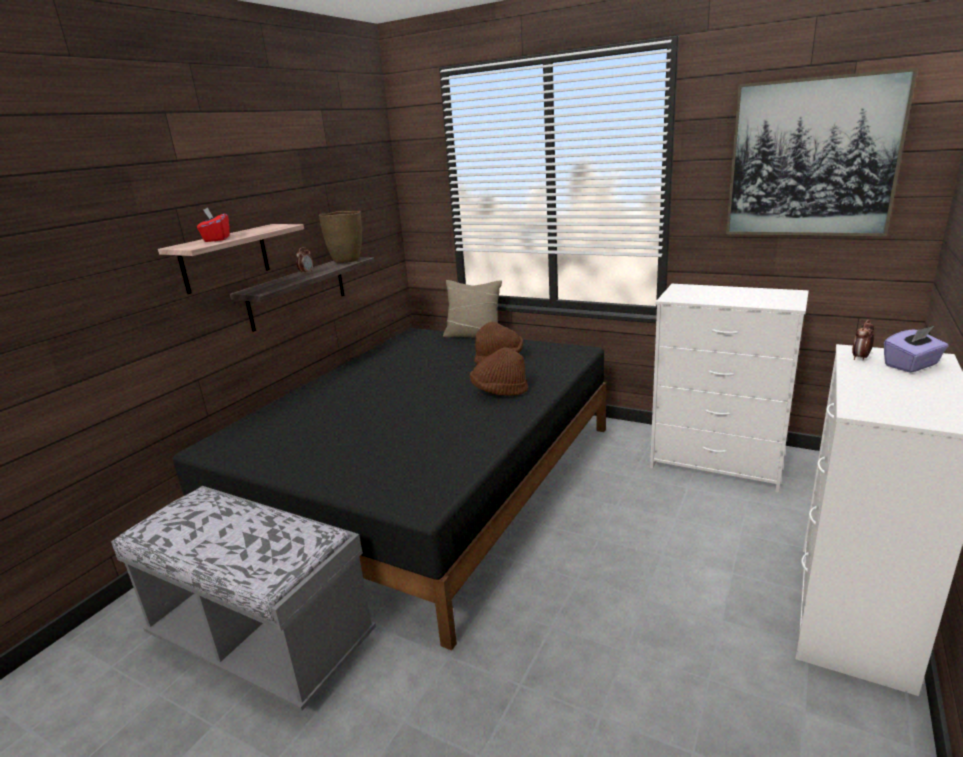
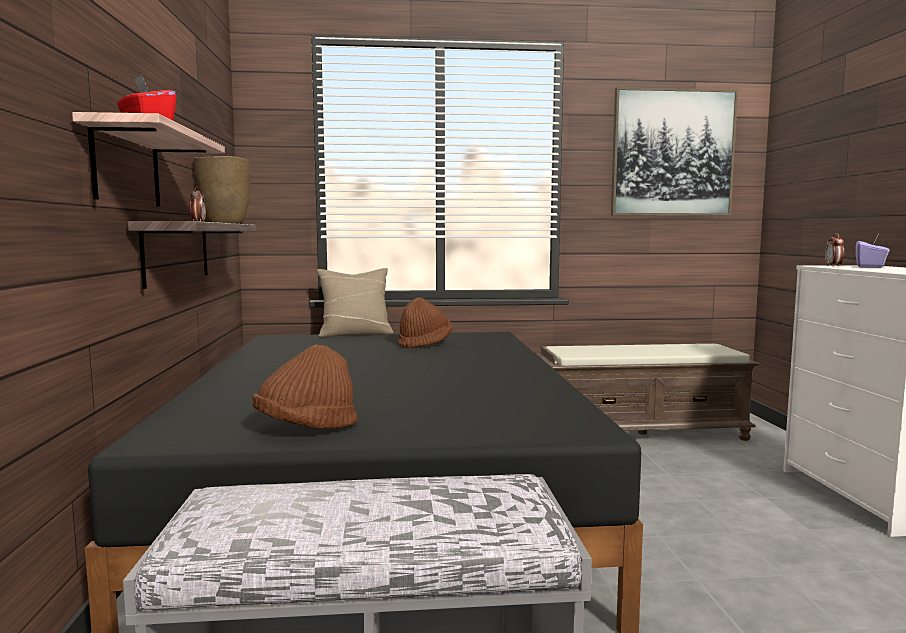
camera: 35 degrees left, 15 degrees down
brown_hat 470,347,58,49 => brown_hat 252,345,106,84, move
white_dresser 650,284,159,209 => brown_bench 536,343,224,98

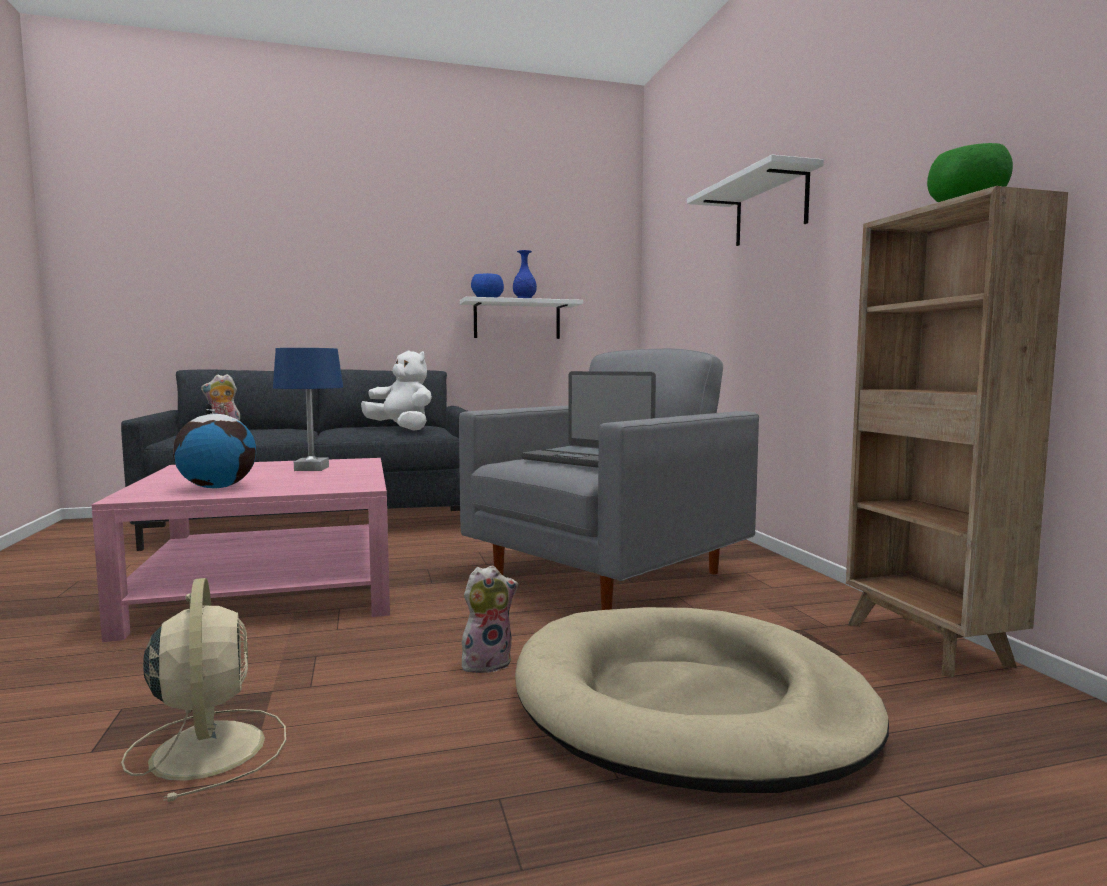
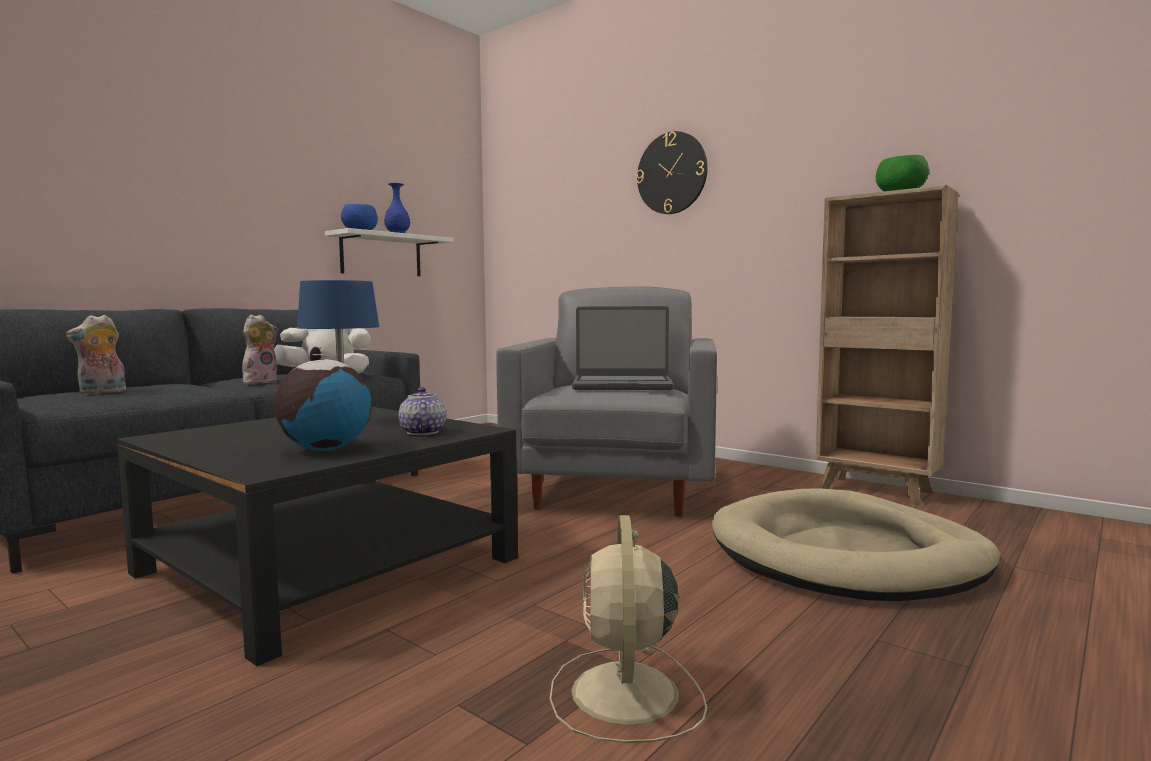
camera: 35 degrees left, 0 degrees up
nothing => teapot 398,387,49,48
plush_toy 462,565,56,108 => plush_toy 242,314,36,70, move
white_shelf 687,155,137,91 => wall_clock 636,131,72,83
pink_coffee_table 92,458,298,184 => black_coffee_table 117,407,401,259
beige_fan 121,578,165,224 => beige_fan 549,515,158,228, 120 degrees counterclockwise

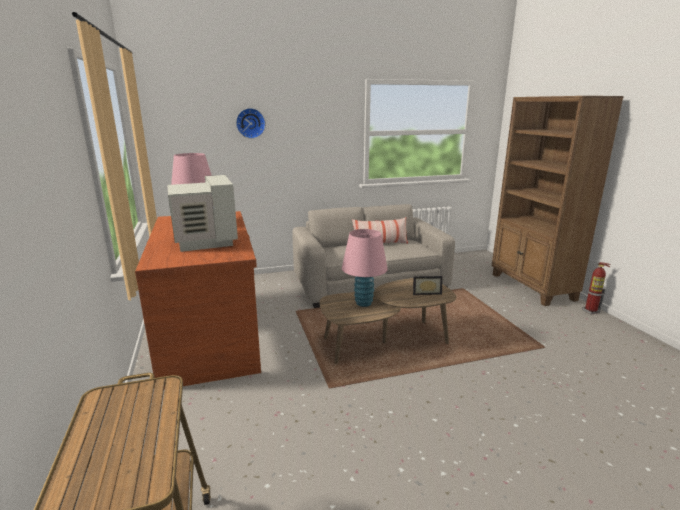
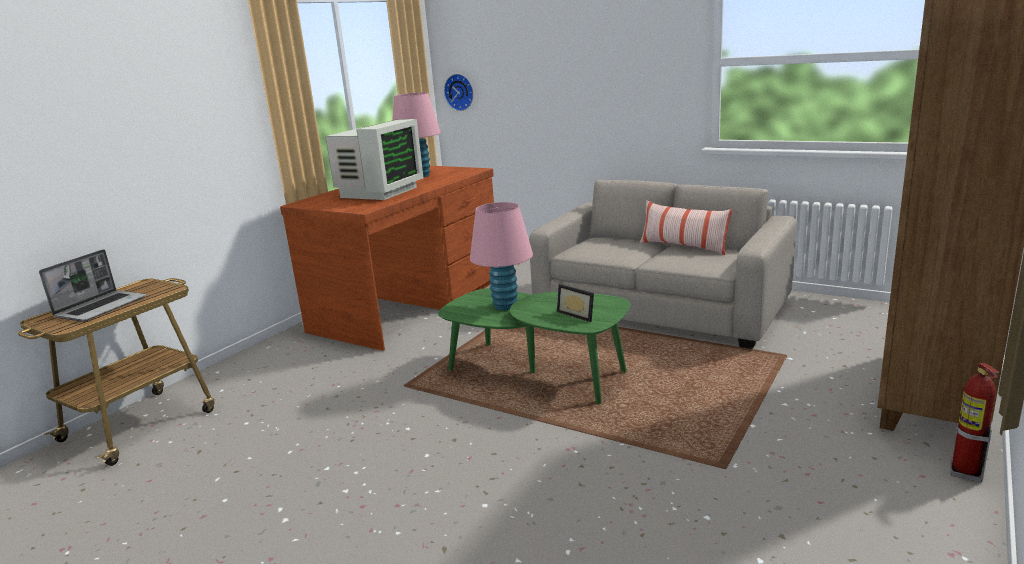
camera: 50 degrees right, 0 degrees up
nothing => laptop 39,249,107,73
wall_clock 236,108,30,31 => wall_clock 444,74,30,37, move
brown_coffee_table 320,278,137,86 => green_coffee_table 438,288,193,116

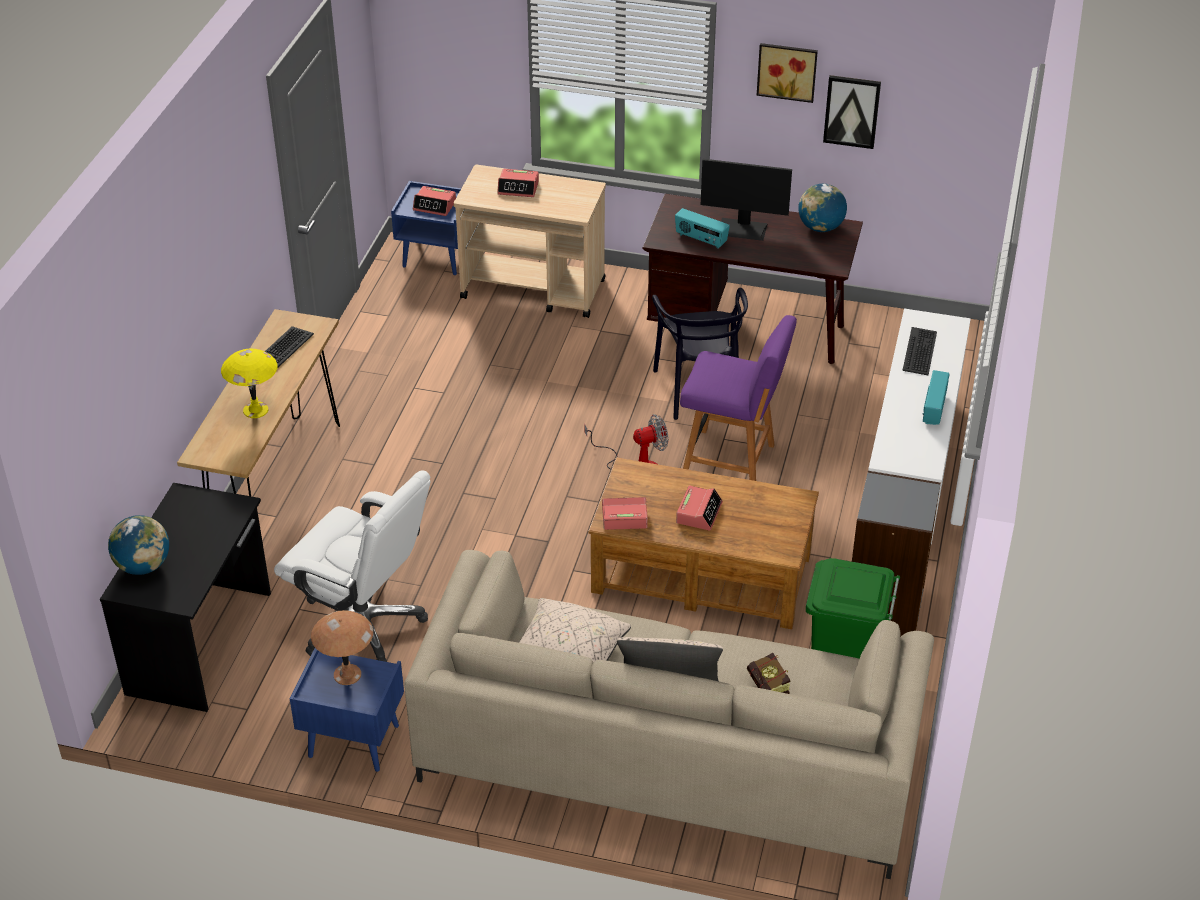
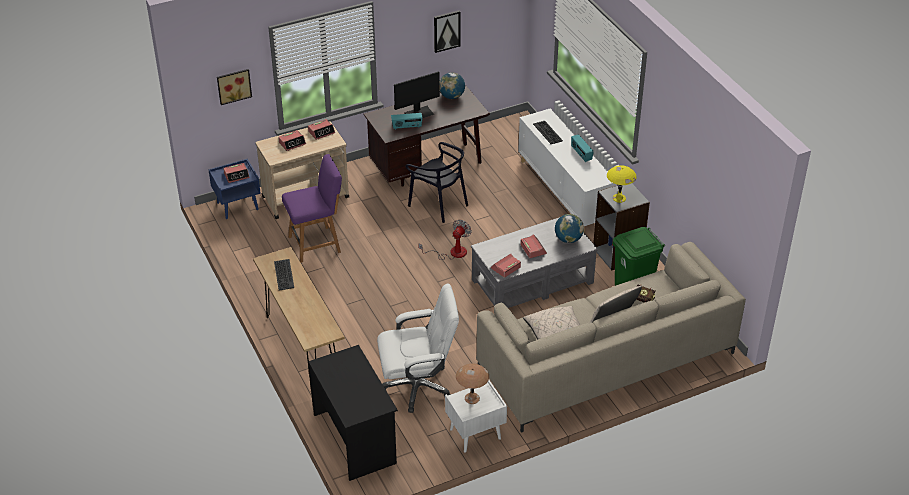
camera: 40 degrees left, 0 degrees up
nothing => alarm_clock 308,119,27,21
globe 108,515,61,60 => globe 555,214,29,29, move
yellow_table_lamp 221,349,57,69 => yellow_table_lamp 607,165,30,38, move
purple_chair 680,315,117,166 => purple_chair 282,154,60,109, move
picture 757,43,61,60 => picture 217,69,35,36, move
blue_nightstand 290,648,114,124 => white_nightstand 445,380,62,73
brown_coffee_table 588,457,231,172 => grey_coffee_table 471,217,127,91

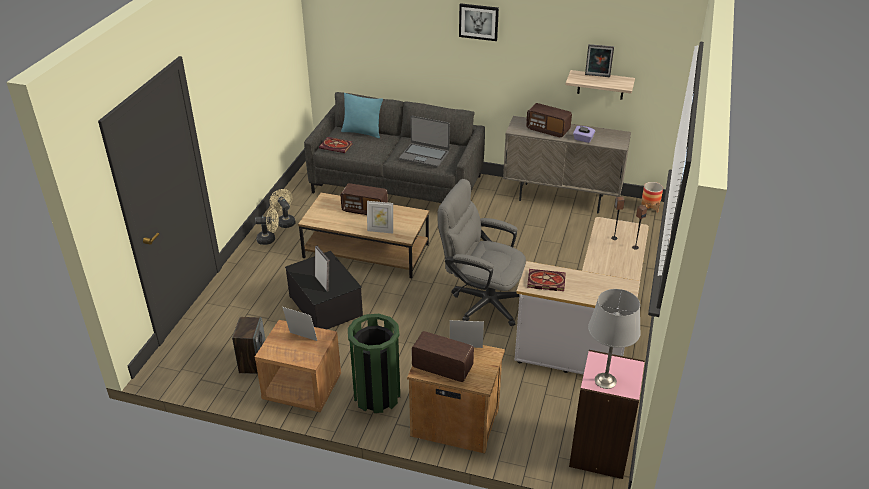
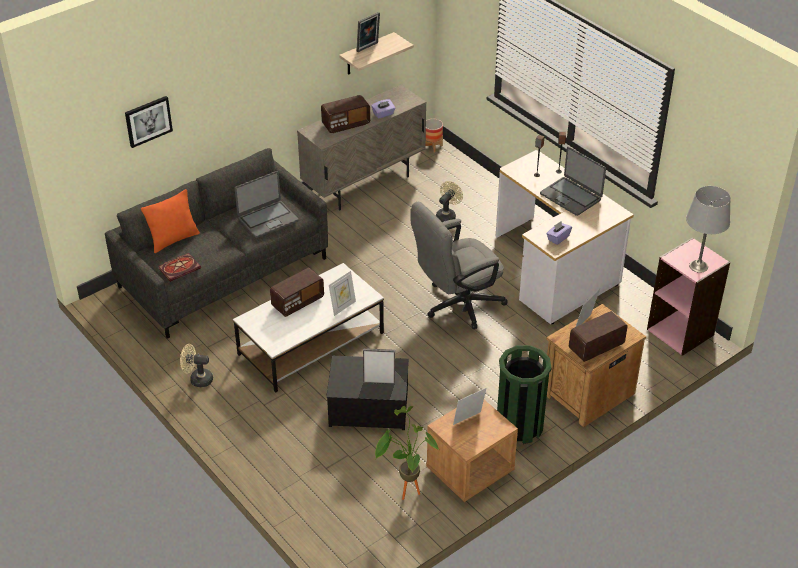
camera: 55 degrees left, 5 degrees up
nothing => laptop 540,146,66,70
beige_fan 255,208,24,37 => beige_fan 436,181,27,41, move
picture 459,3,40,38 => picture 125,96,48,52, move
speaker 232,317,33,57 => potted_plant 375,406,64,94
book 527,269,39,22 => purple_tissue_box 546,221,26,24
brown_coffee_table 298,193,131,85 => white_coffee_table 233,263,151,130
turquoise_pillow 341,93,42,45 => orange_pillow 141,189,59,64

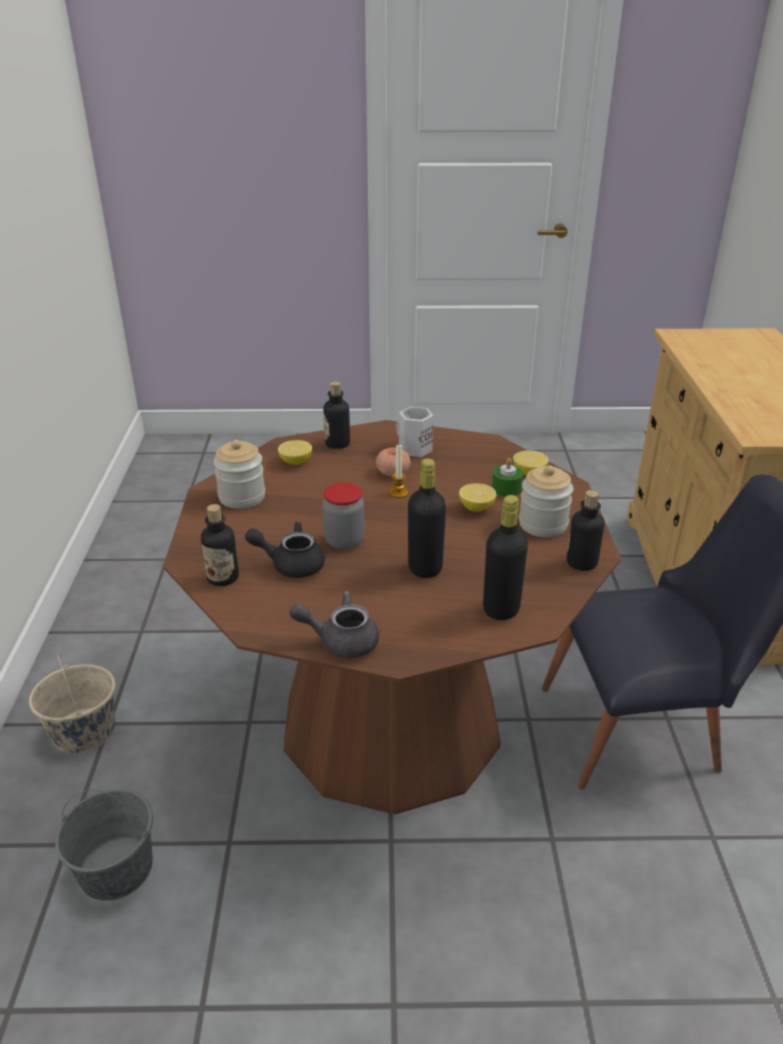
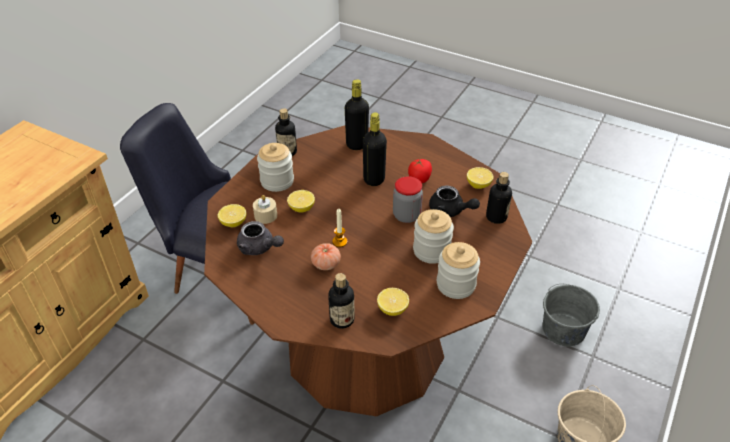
camera: 150 degrees left, 10 degrees up
white_mug 396,407,37,50 => nothing
nothing => tomato 408,159,24,24
nothing => jar 413,209,41,55
nothing => lemon 467,167,27,22
grey_teapot 290,591,89,67 => grey_teapot 237,221,47,34, move
green_candle 492,458,31,39 => beige_candle 253,195,24,29

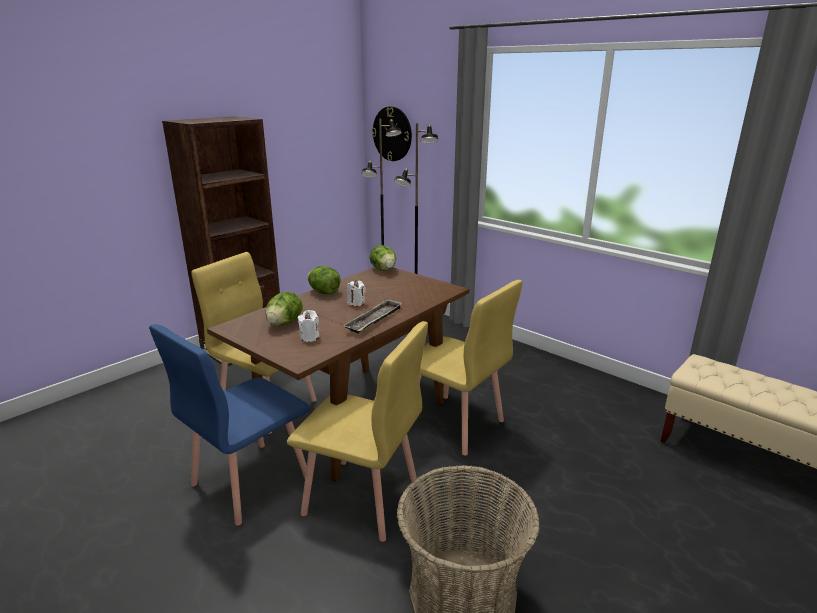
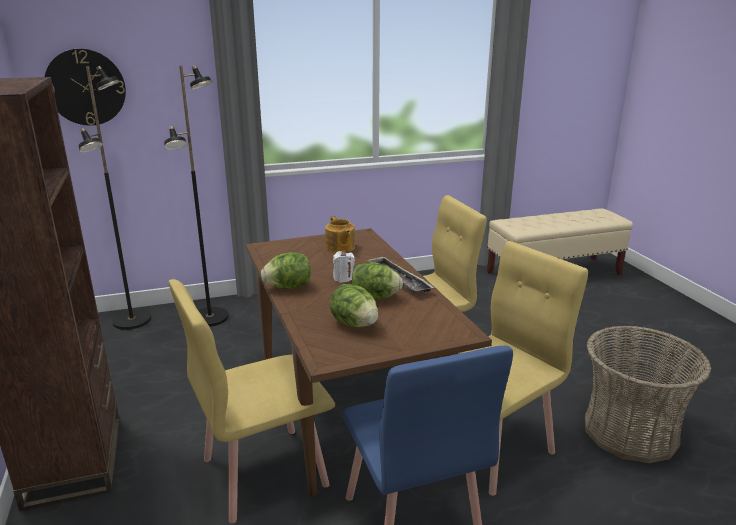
camera: 60 degrees left, 0 degrees up
white_candle 298,310,22,32 => nothing
nothing => teapot 325,216,30,37
lettuce 370,245,26,26 => lettuce 352,262,51,38, move

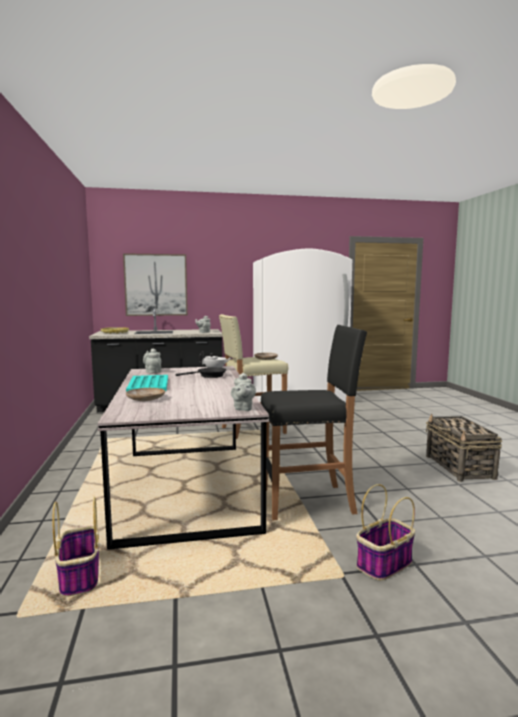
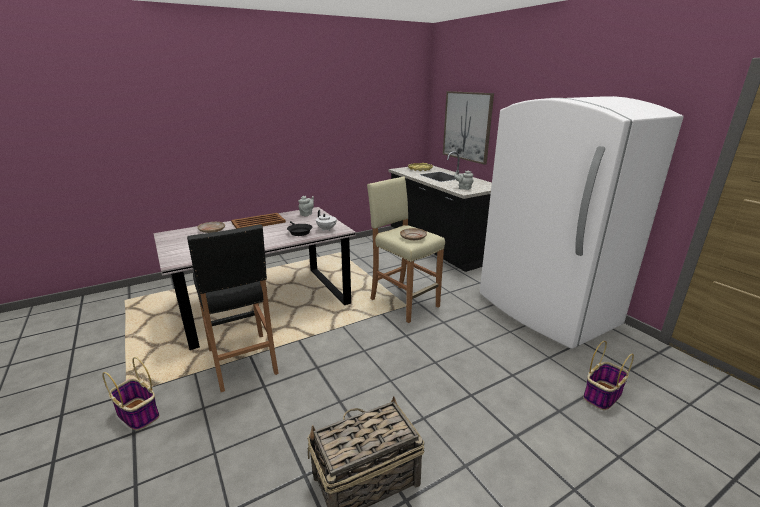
camera: 70 degrees right, 15 degrees up
grey_teapot 231,373,25,38 => nothing
basket 52,496,47,101 => basket 583,341,51,69, move
turquoise_tray 126,375,42,17 => brown_tray 231,213,55,16

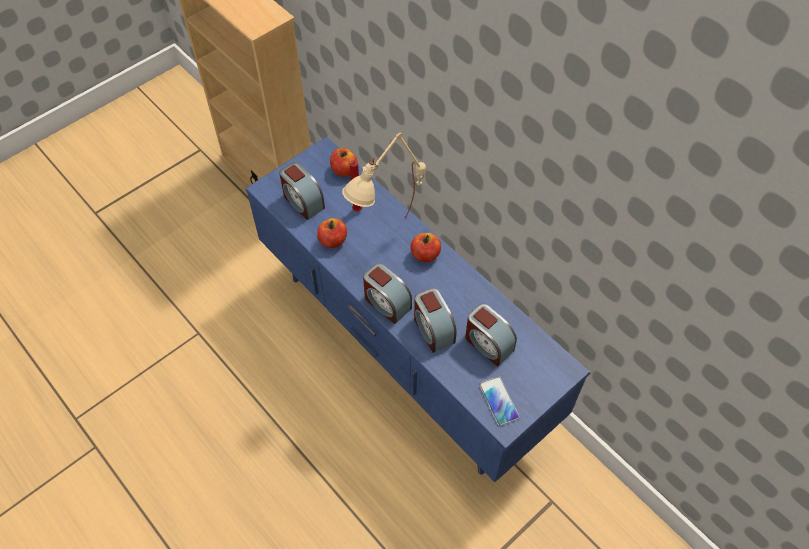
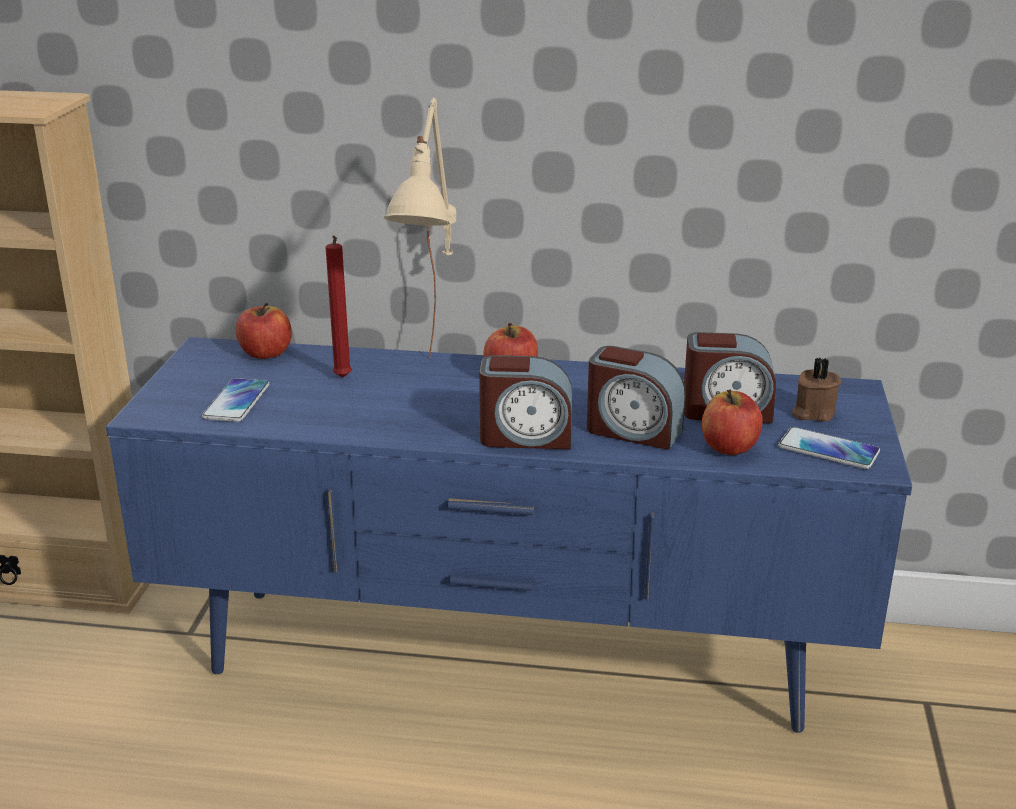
camera: 40 degrees left, 30 degrees down
nothing => brown_candle 791,357,50,65
apple 317,218,30,30 => apple 702,390,61,65, move
alarm_clock 280,162,45,58 => phone 202,378,67,44

